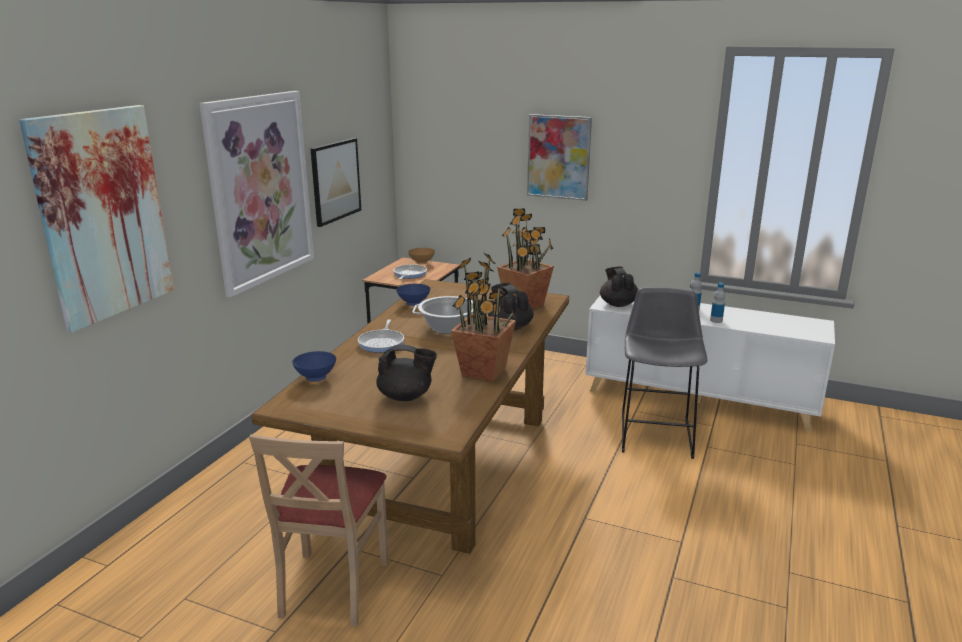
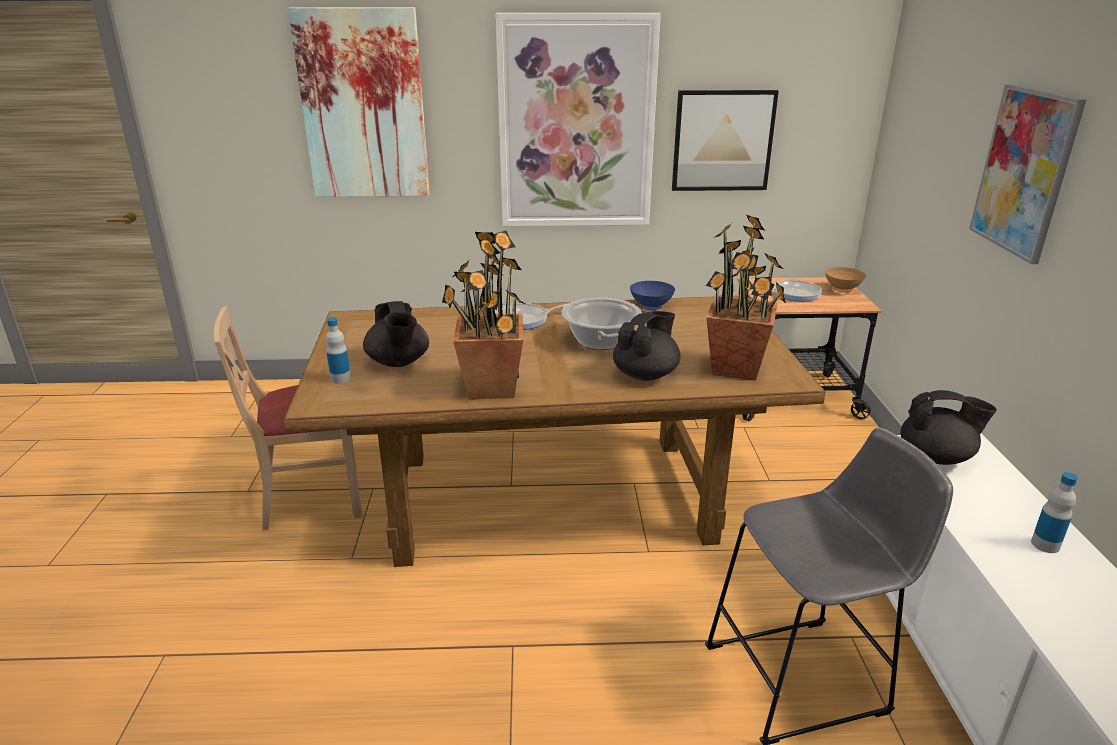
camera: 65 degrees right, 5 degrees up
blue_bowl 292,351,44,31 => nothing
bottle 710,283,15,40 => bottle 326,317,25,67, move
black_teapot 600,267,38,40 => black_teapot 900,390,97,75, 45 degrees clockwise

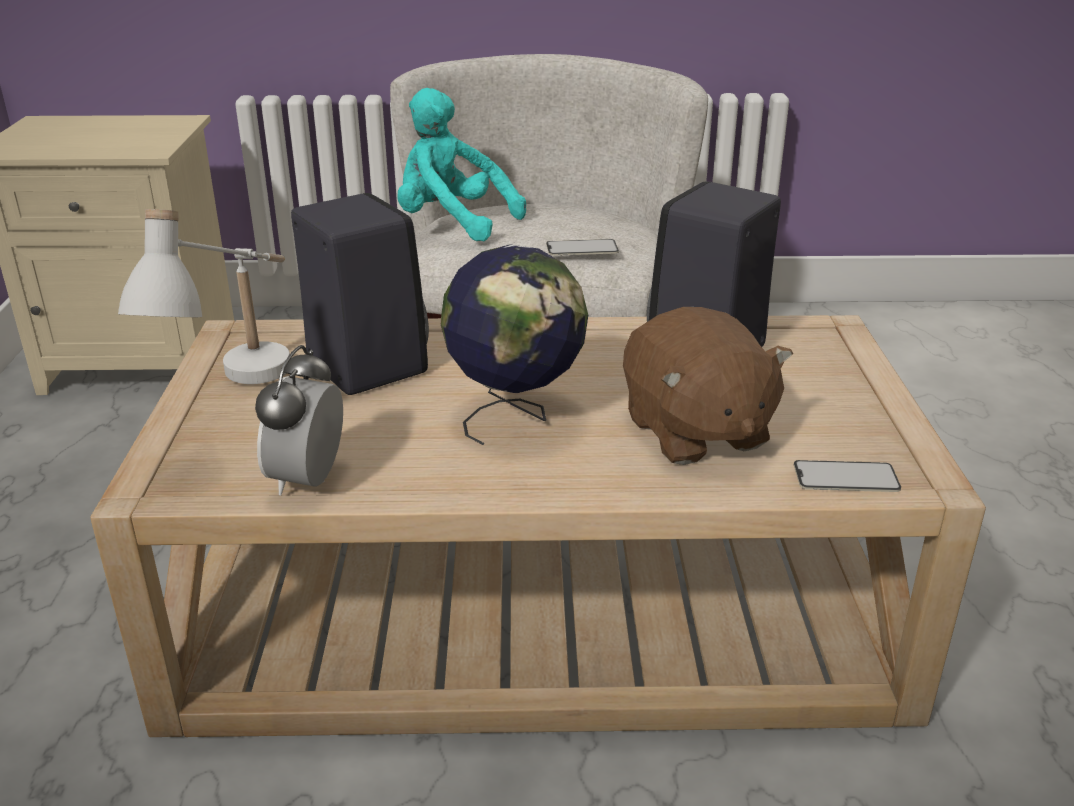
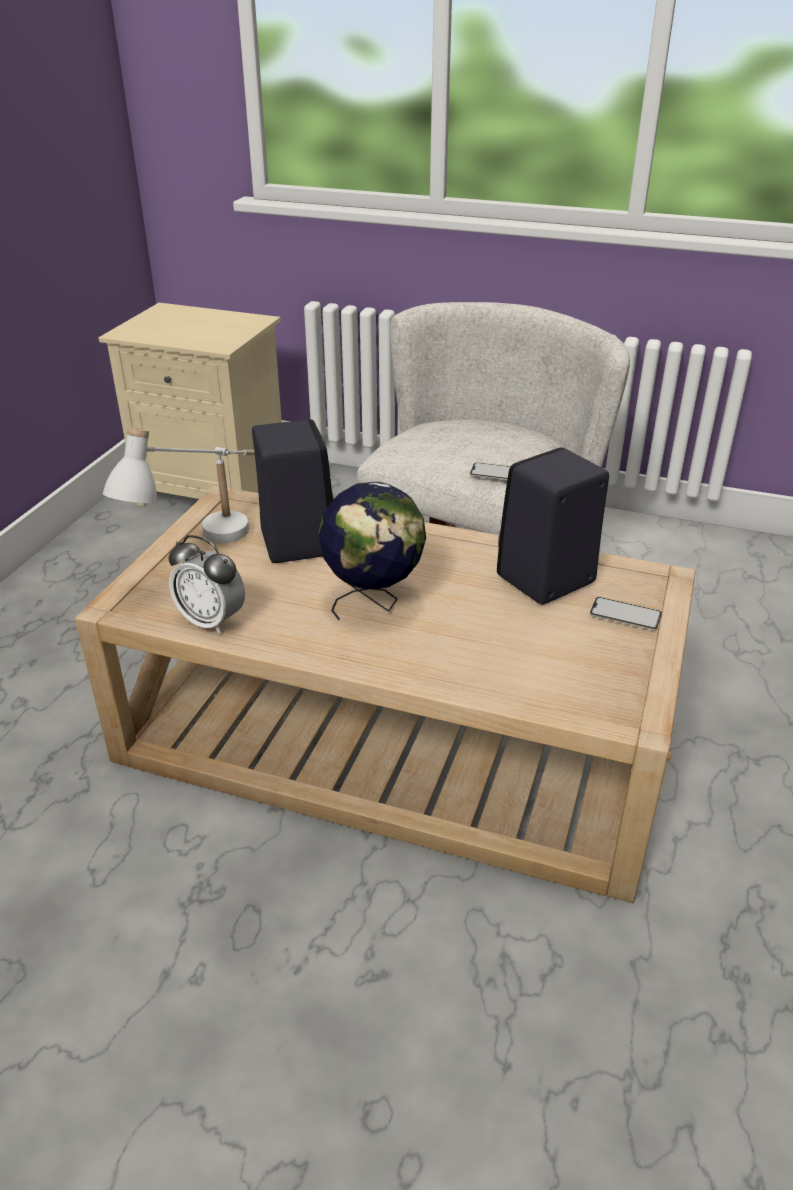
camera: 20 degrees right, 5 degrees up
turquoise_plush_toy 397,88,129,153 => nothing
brown_plush_toy 623,307,170,158 => nothing
phone 794,460,107,32 => phone 590,597,72,33, move
alarm_clock 255,345,88,150 => alarm_clock 168,535,77,99, 90 degrees counterclockwise

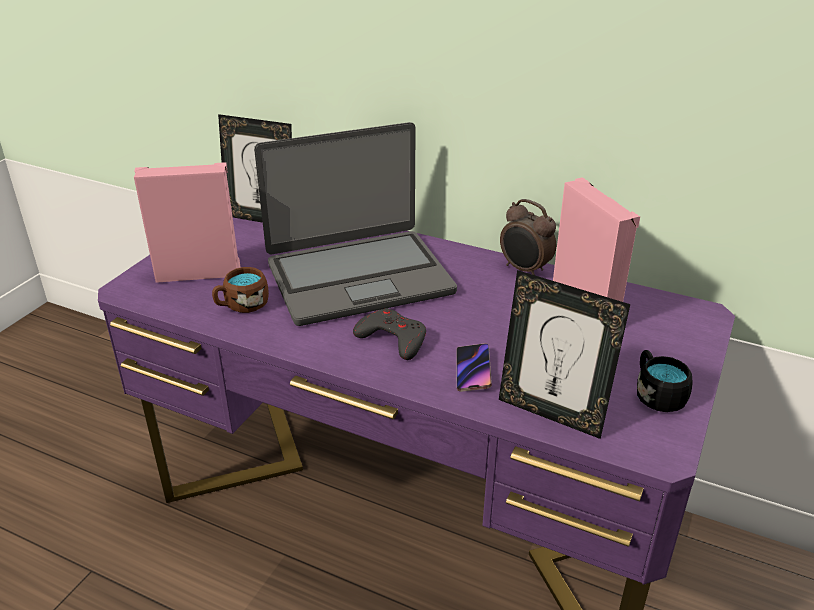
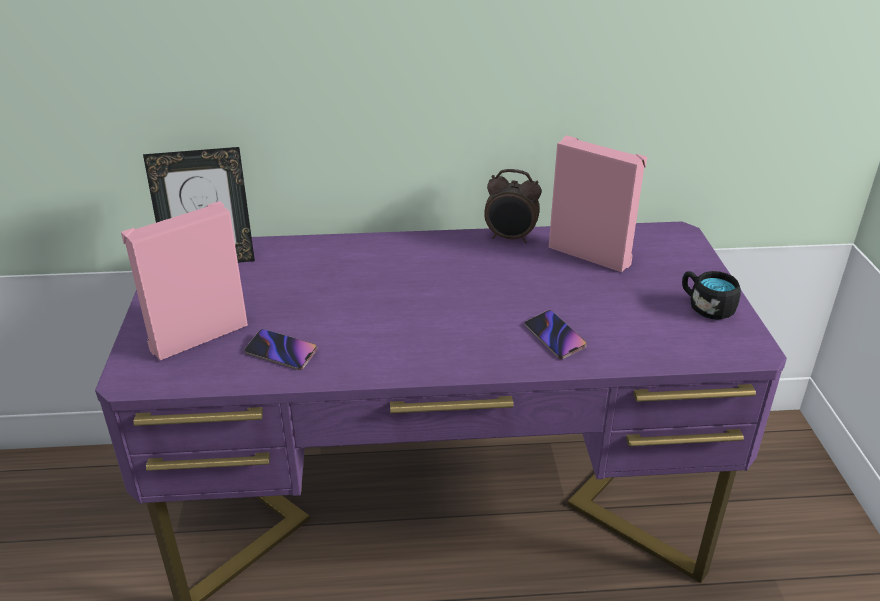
camera: 30 degrees left, 0 degrees up
laptop 254,122,203,204 => nothing
grey_game_controller 353,308,73,52 => nothing
picture_frame 499,270,131,169 => nothing
brown_mug 212,267,57,46 => phone 244,329,73,41

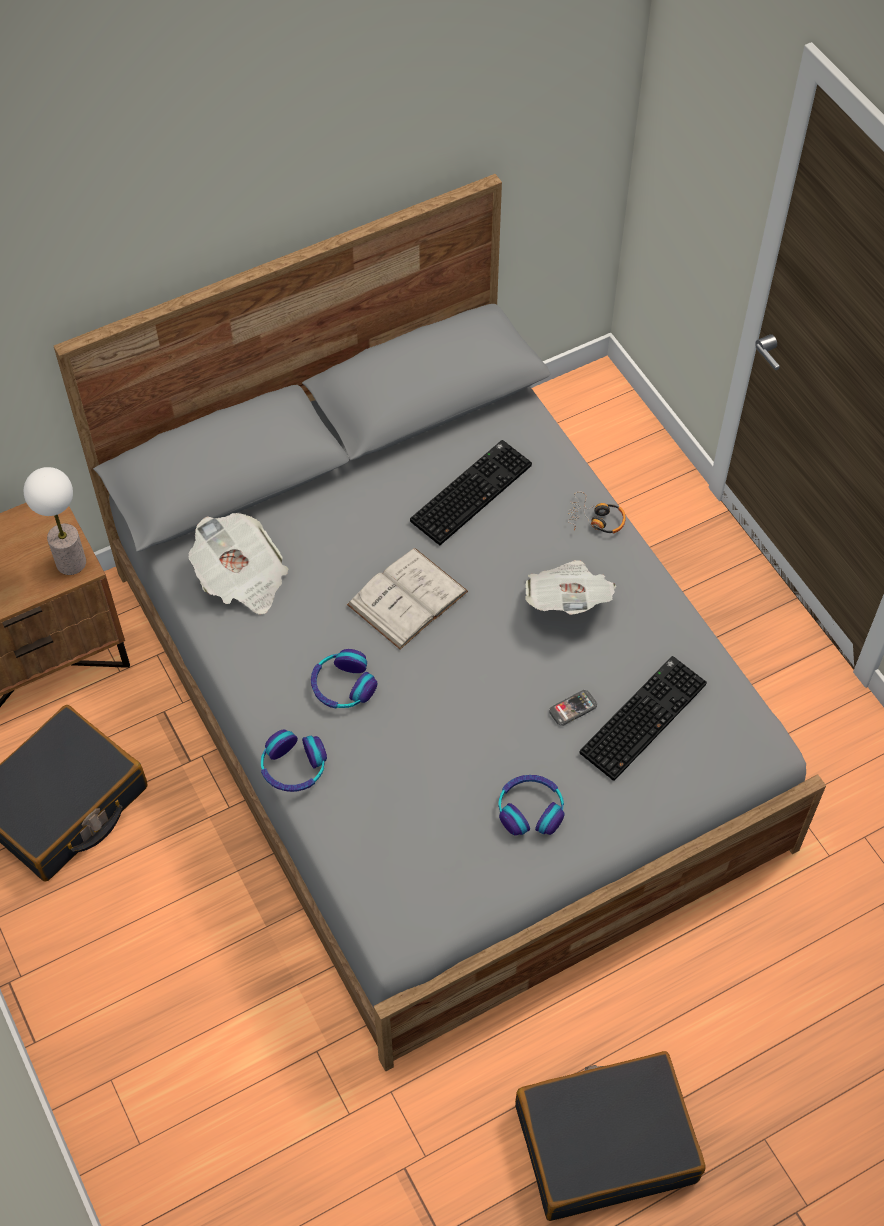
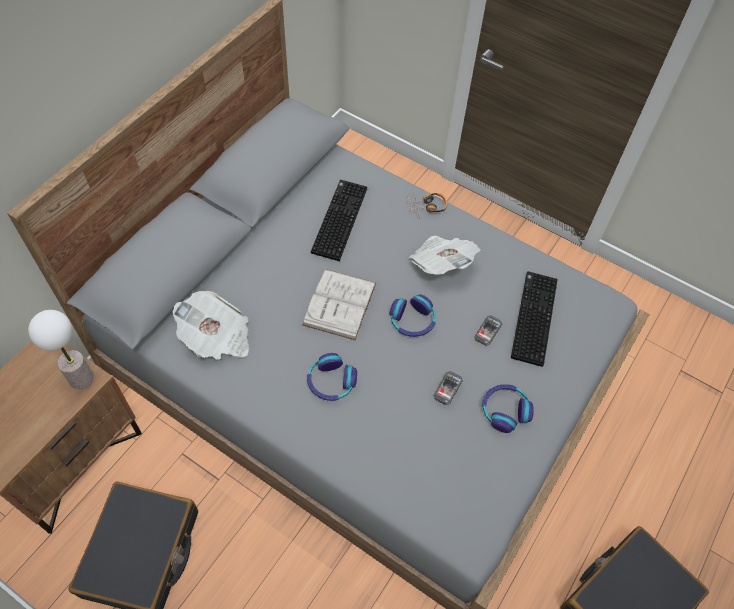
camera: 30 degrees left, 0 degrees up
nothing => phone 434,371,29,34
headphones 261,730,66,62 => headphones 390,295,46,42, move

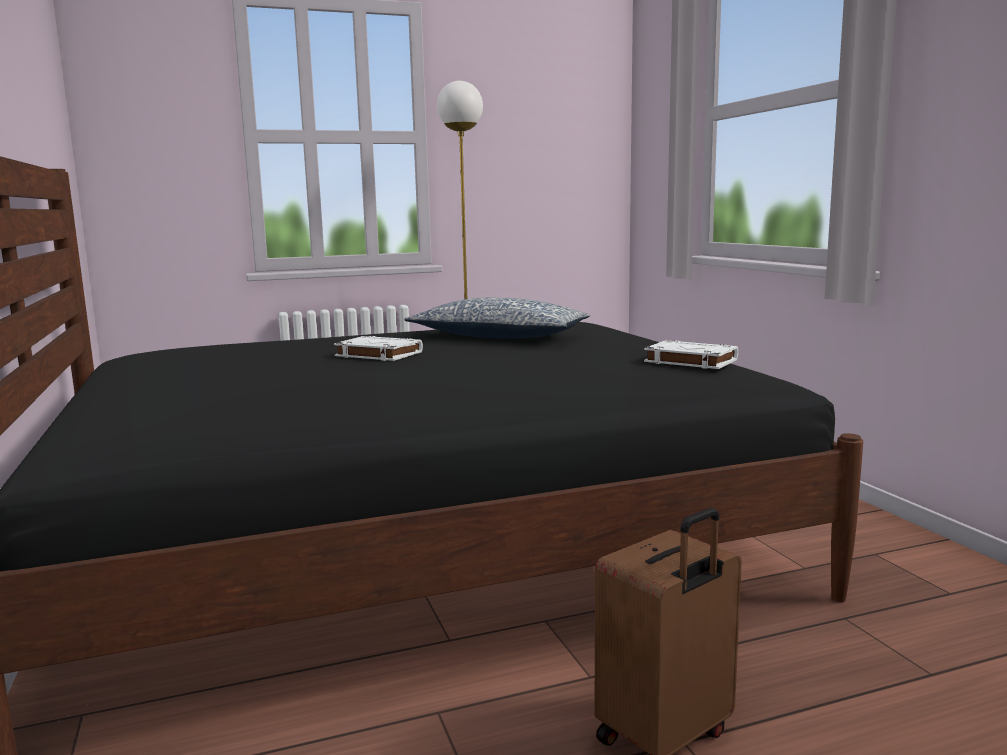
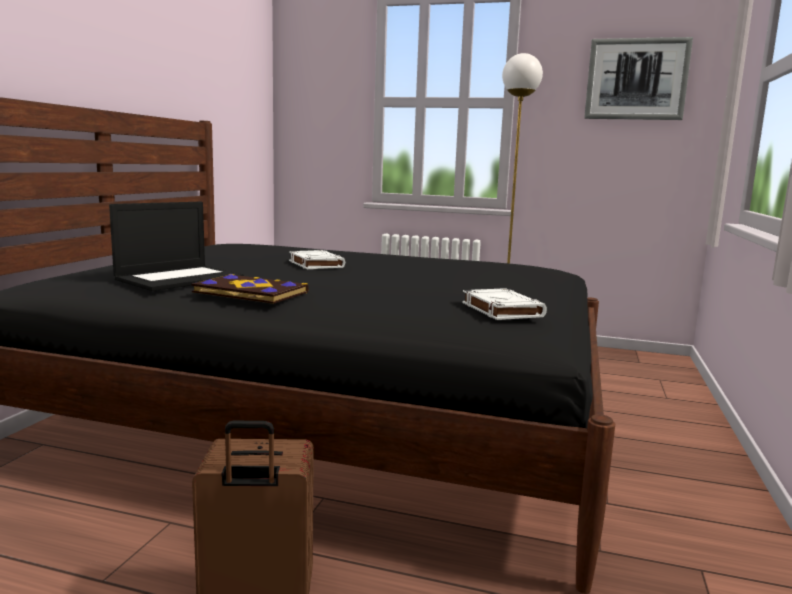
camera: 35 degrees right, 0 degrees up
pillow 404,297,186,42 => nothing
nothing => laptop 109,202,135,89
nothing => book 192,274,117,30
nothing => picture 584,37,109,83

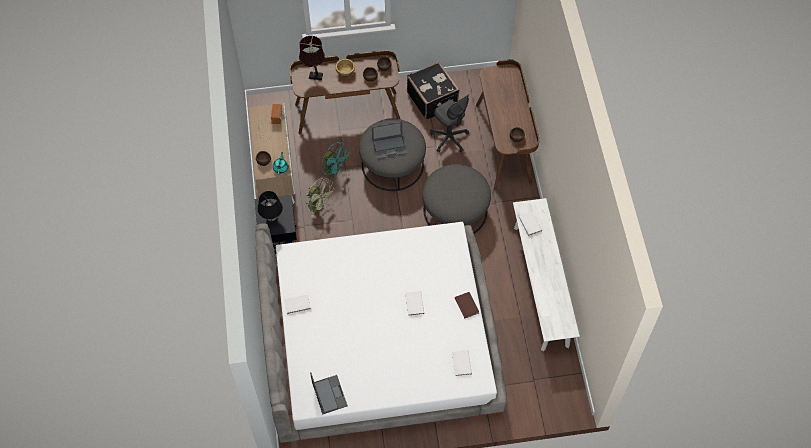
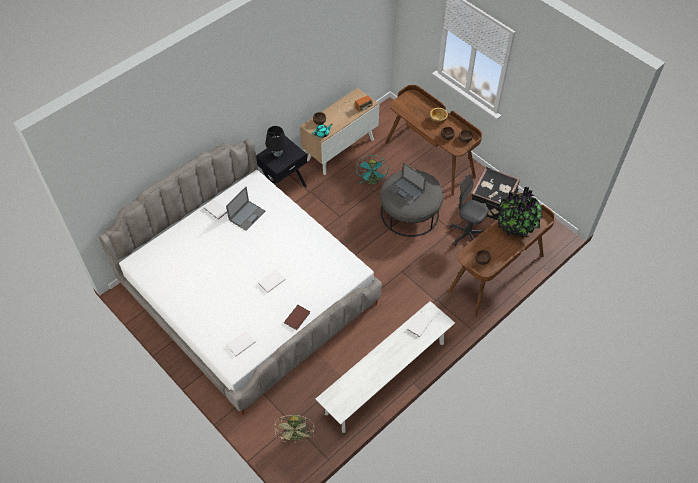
camera: 55 degrees right, 5 degrees down
brown_table_lamp 299,36,26,44 => nothing
grey_ottoman 422,164,69,70 => nothing
nothing => potted_plant 496,187,47,51
green_fan 306,177,29,41 => green_fan 275,414,40,30, move
laptop 310,372,38,43 => laptop 226,187,39,44, move
grey_office_chair 430,94,39,58 => grey_office_chair 449,174,40,72, 105 degrees clockwise

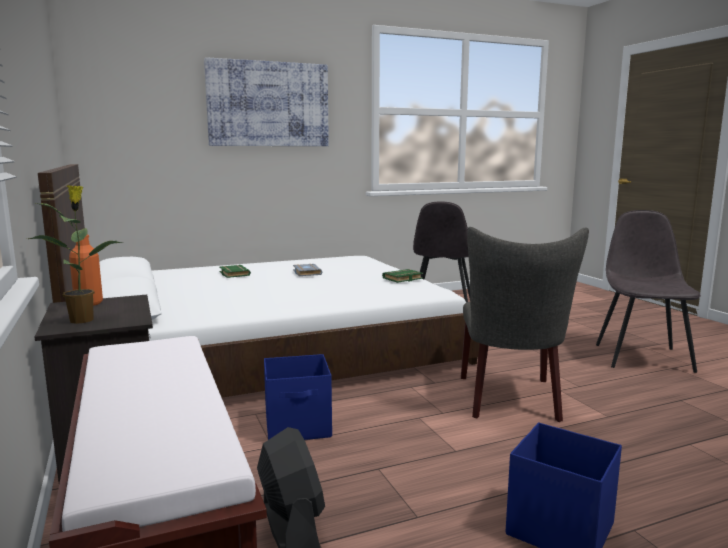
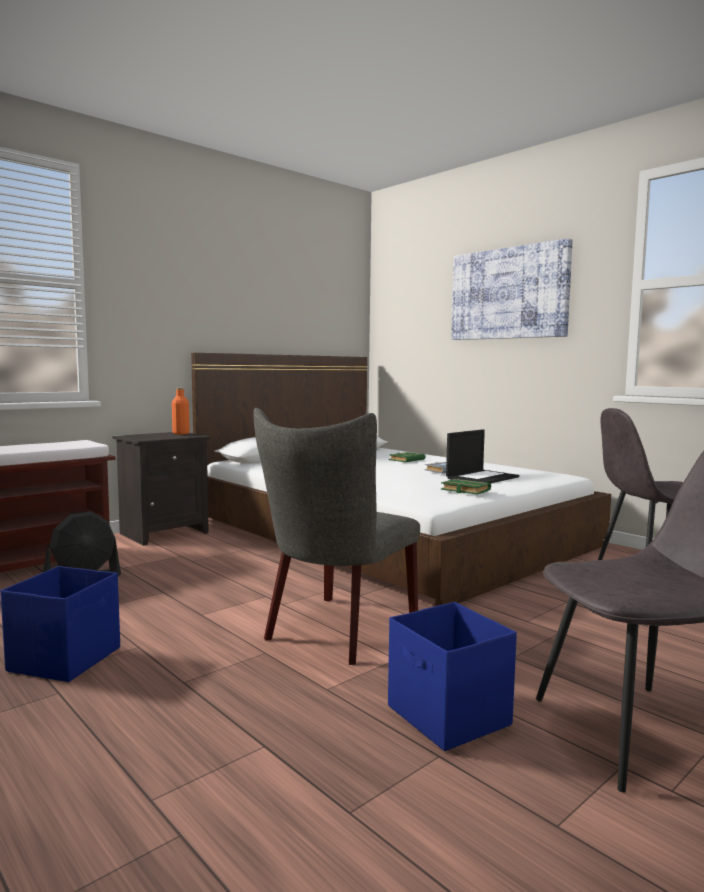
camera: 70 degrees right, 5 degrees down
potted_plant 28,185,95,139 => nothing
nothing => laptop 446,429,73,54
blue_storage_box 264,354,68,86 => blue_storage_box 388,602,129,149, move
grey_chair 461,227,128,195 => grey_chair 253,408,167,257, 45 degrees counterclockwise

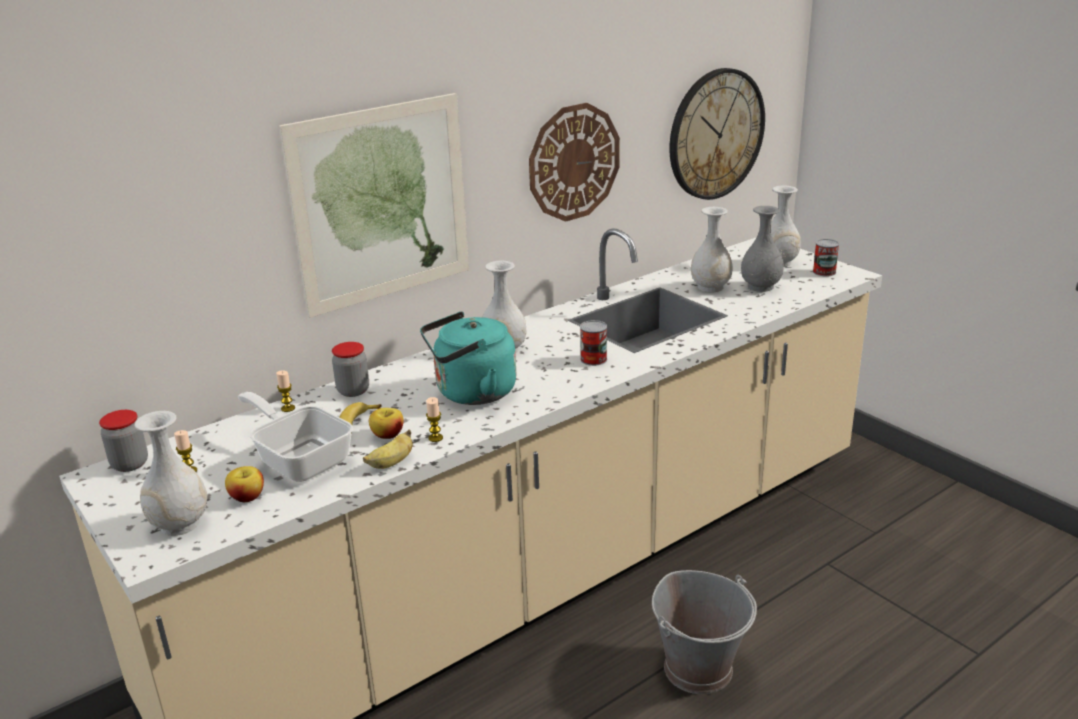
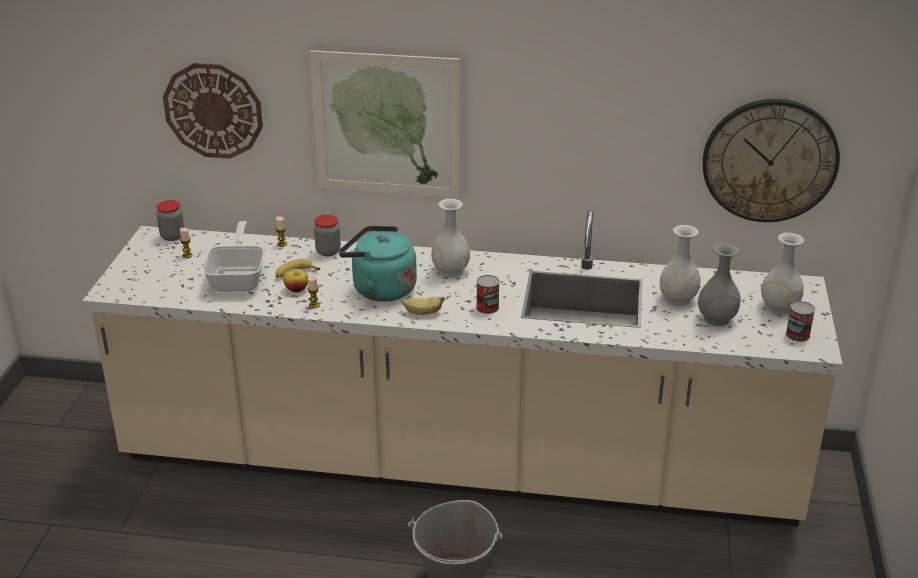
camera: 45 degrees right, 5 degrees up
white_vase 134,411,73,125 => nothing
apple 225,466,39,36 => nothing
banana 363,430,50,39 => banana 402,297,43,18, move
wall_clock 529,103,91,119 => wall_clock 163,63,100,96, move

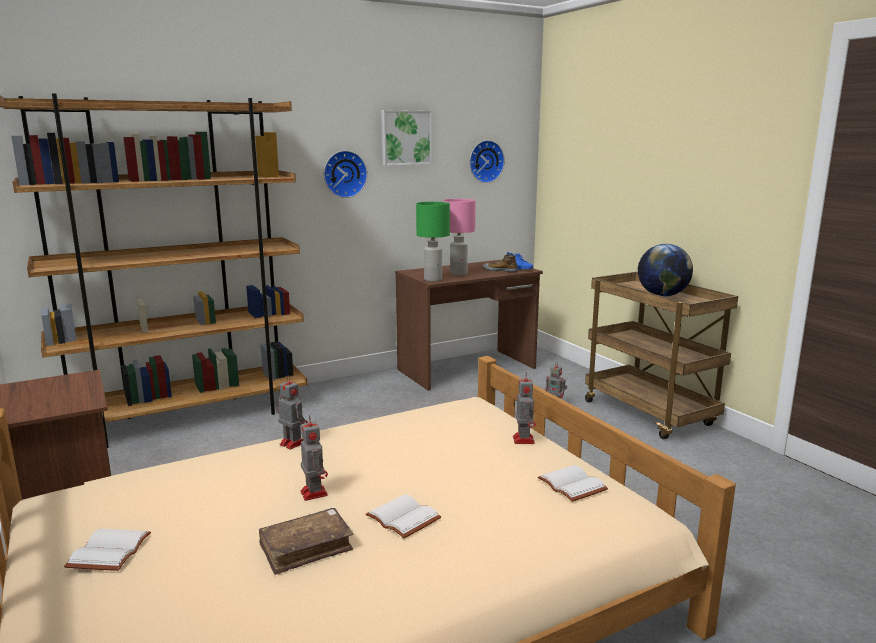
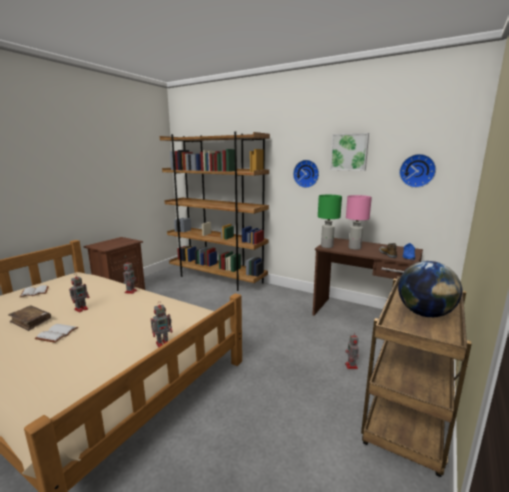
camera: 60 degrees right, 0 degrees up
white_book 538,465,70,37 => nothing

